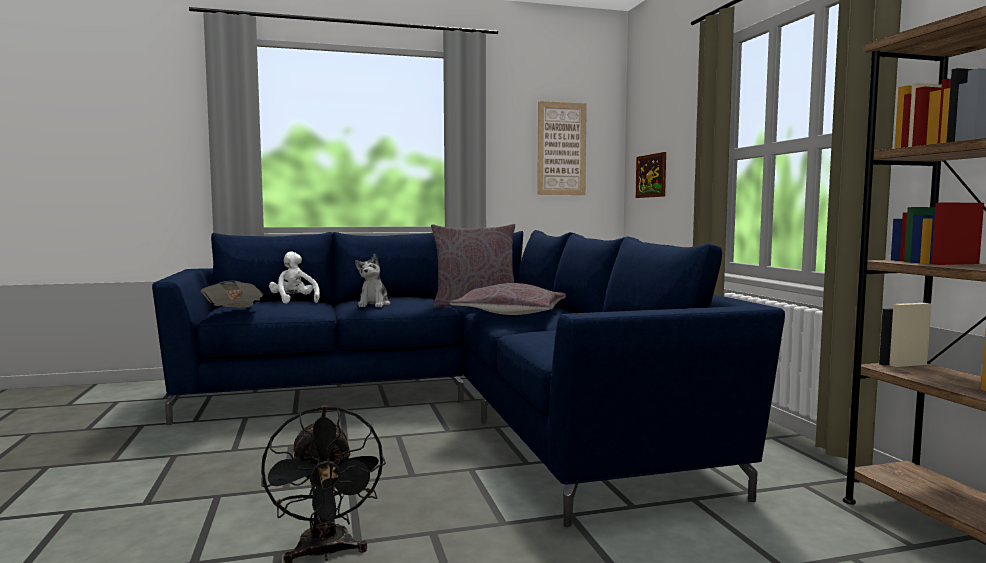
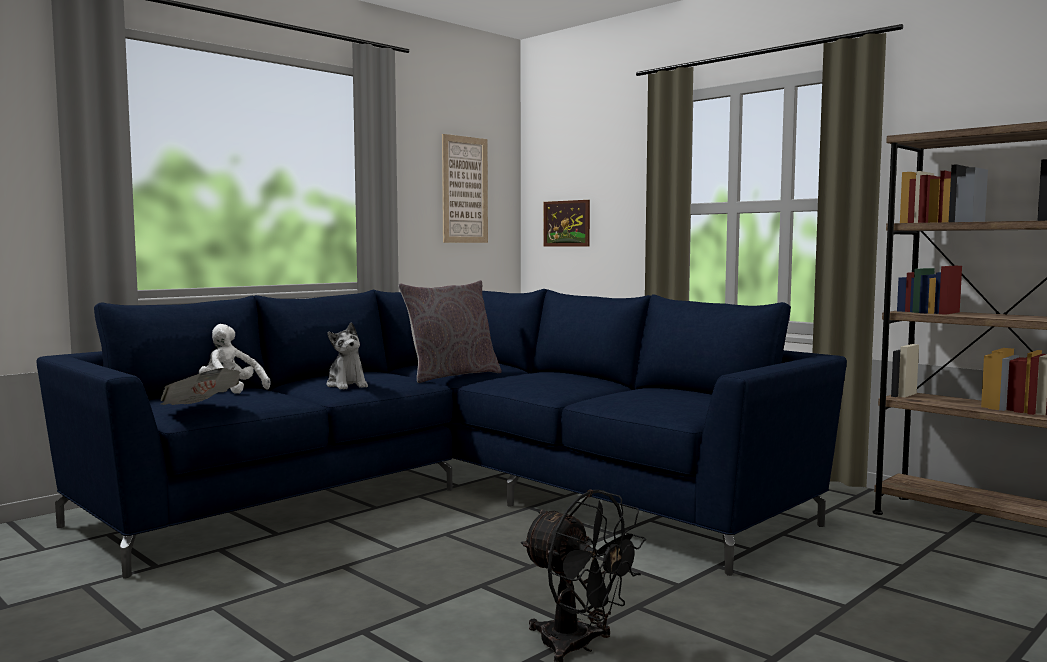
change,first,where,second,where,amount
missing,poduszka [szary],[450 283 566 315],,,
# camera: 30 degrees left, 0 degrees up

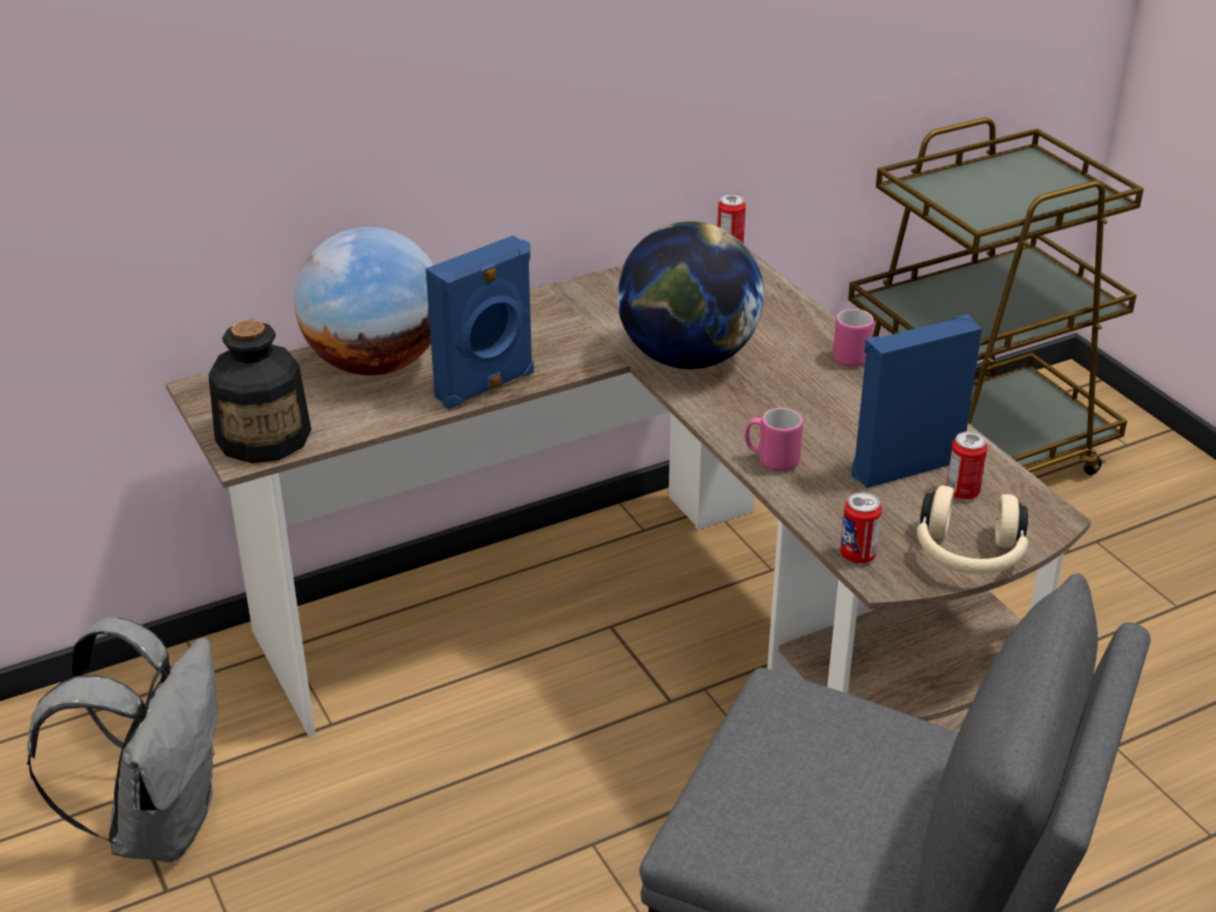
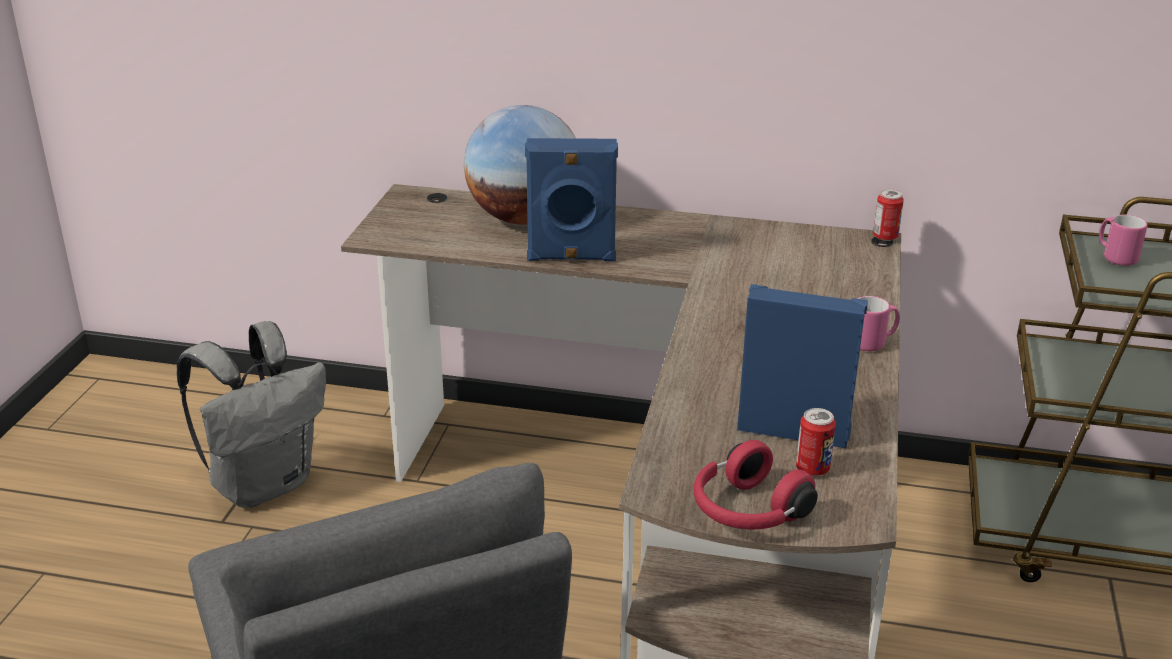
change,first,where,second,where,amount
missing,globus,[617 221 764 369],,,
missing,butelka,[208 320 311 463],,,
relocated,kubek [różowy],[745 408 803 471],,[1099 215 1147 266],
colour,słuchawki [beżowy],[917 486 1028 574],słuchawki [czerwony],[693 440 818 530],
missing,puszka,[840 492 882 563],,,
# camera: 40 degrees right, 5 degrees down

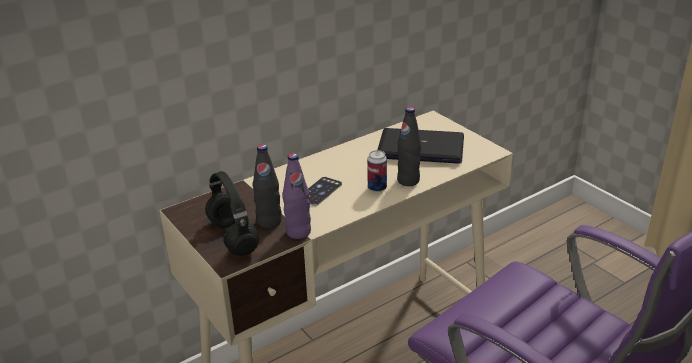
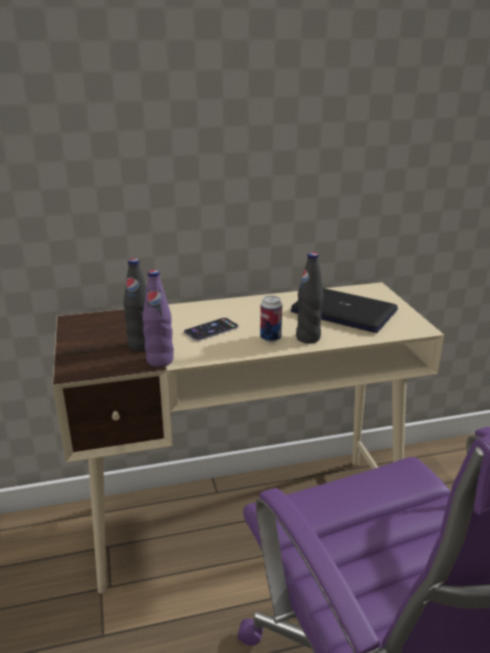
change,first,where,second,where,amount
missing,słuchawki [czarny],[205 171 259 256],,,
# camera: 20 degrees right, 5 degrees down

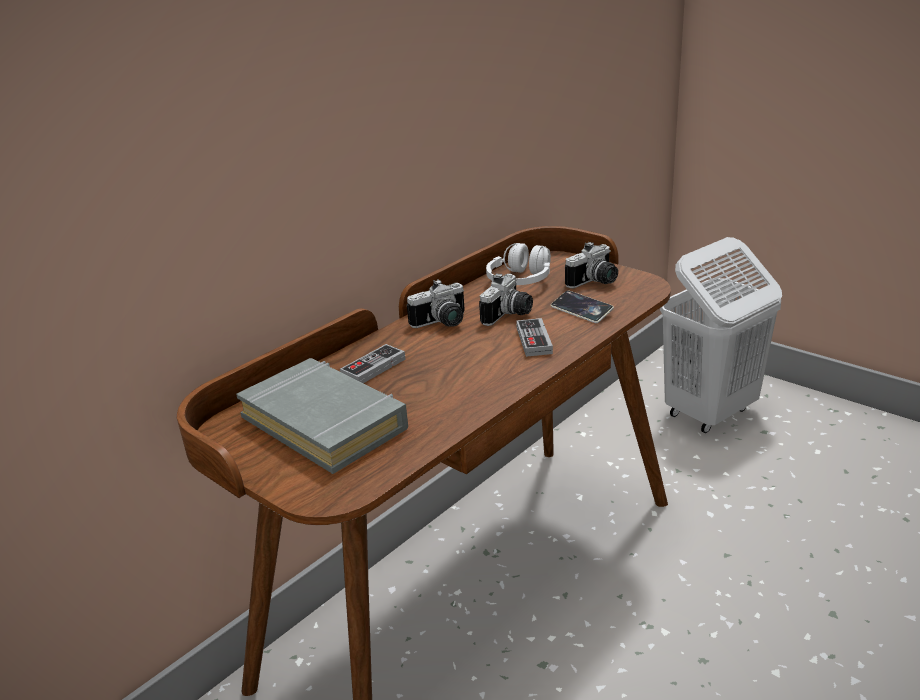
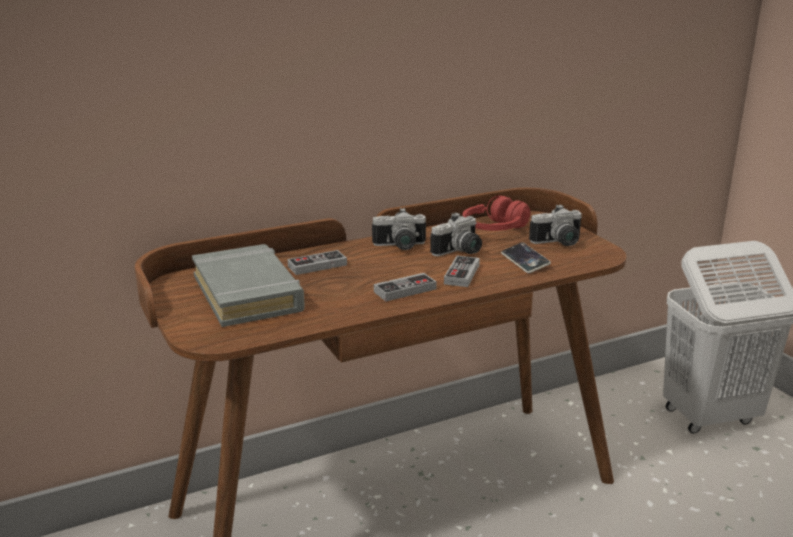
change,first,where,second,where,amount
colour,słuchawki [biały],[486 243 551 285],słuchawki [czerwony],[463 195 531 231],
appeared,,,pad do gier,[374 273 437 301],
# camera: 20 degrees right, 5 degrees down

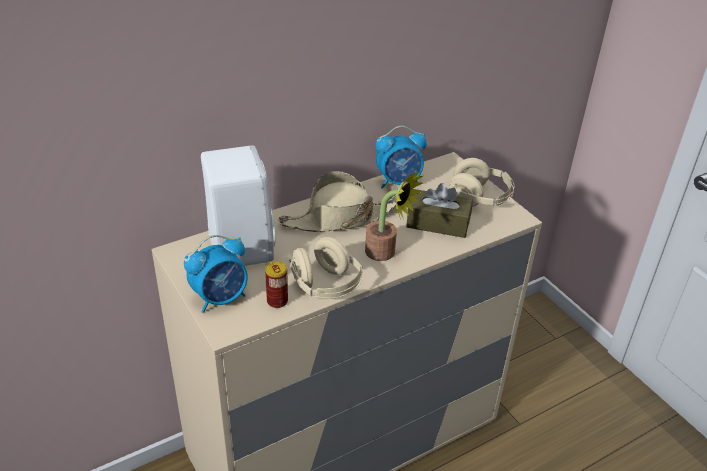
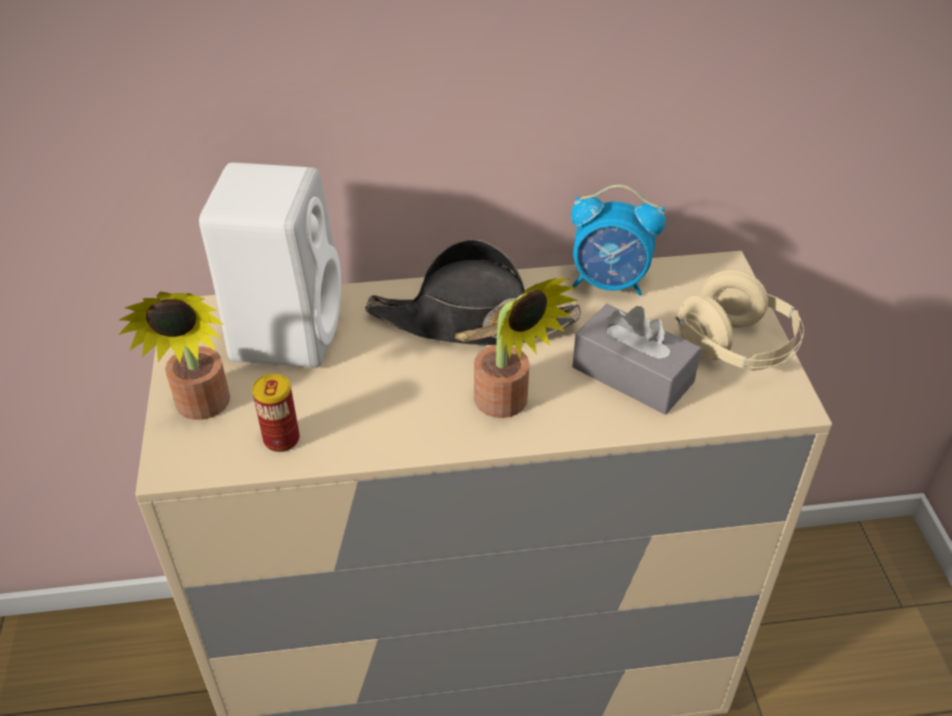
change,first,where,second,where,amount
colour,kapelusz [beżowy],[279 171 396 232],kapelusz [czarny],[365 239 581 345],
colour,pudełko chusteczek [brązowy],[406 183 473 238],pudełko chusteczek [szary],[572 304 701 415],
exchanged,budzik,[184 235 248 313],roślina doniczkowa,[118 292 230 420],
missing,słuchawki [beżowy],[289 237 363 299],,,
# camera: 25 degrees right, 5 degrees up

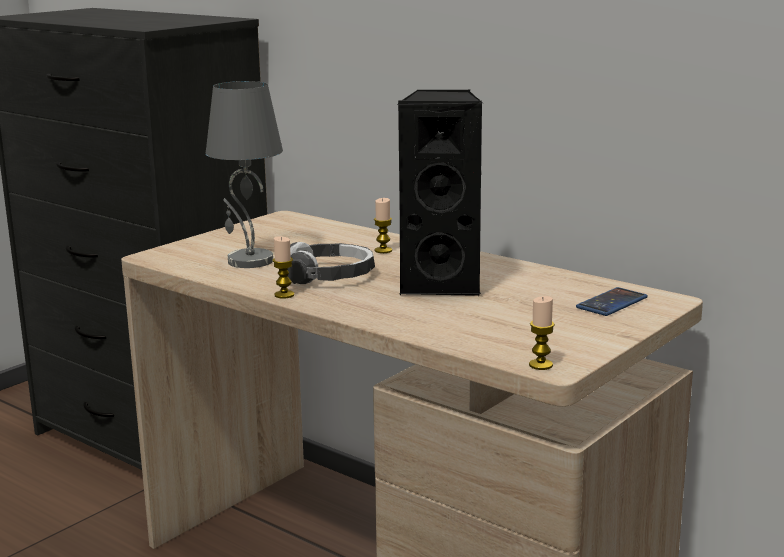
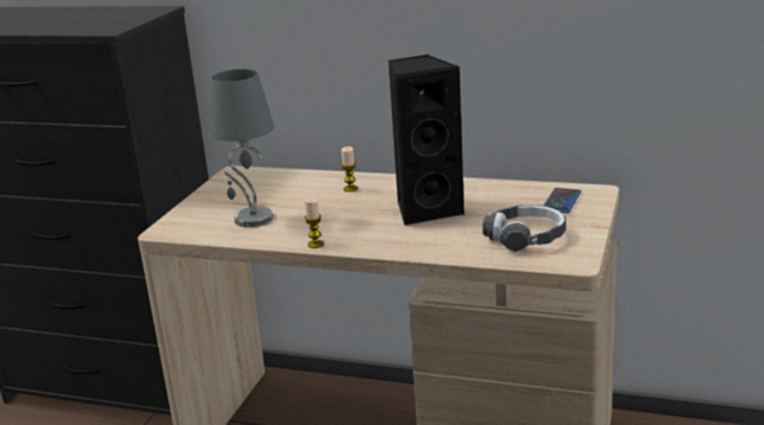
change,first,where,second,where,amount
relocated,słuchawki,[287 242 375 284],,[483 205 566 252],
missing,świeca,[529 296 555 370],,,
# camera: 20 degrees left, 5 degrees up

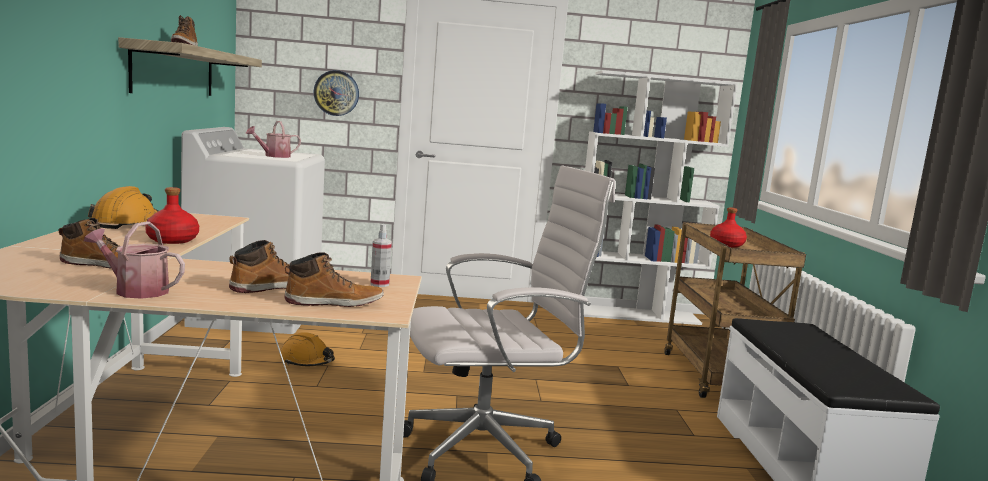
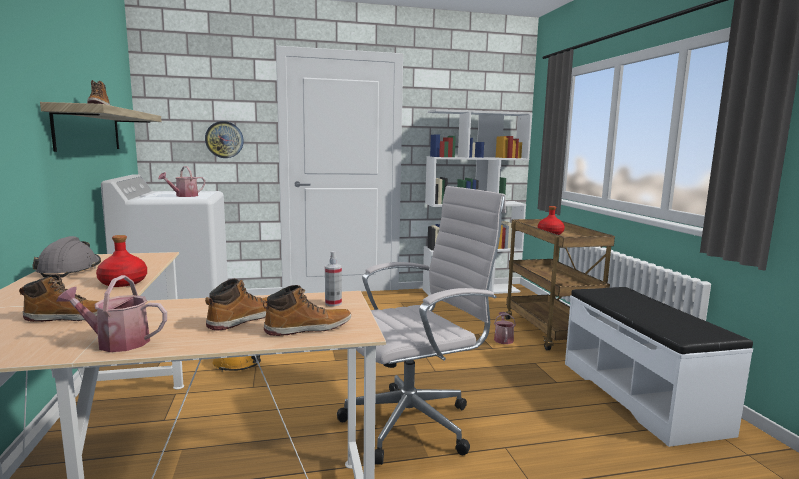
change,first,where,second,where,amount
colour,kask [pomarańczowy],[88 186 158 229],kask [szary],[32 236 101 278],
appeared,,,konewka,[494 312 516 344],
# camera: 10 degrees left, 0 degrees up

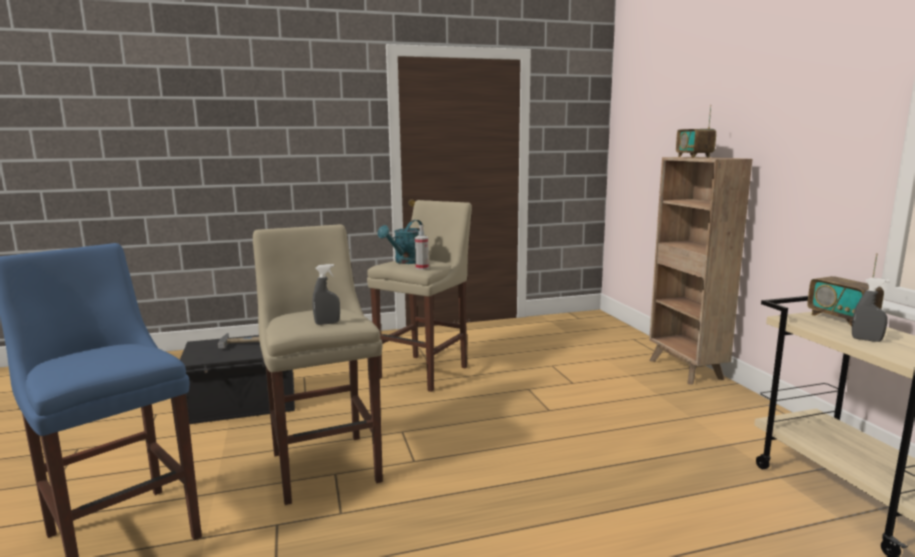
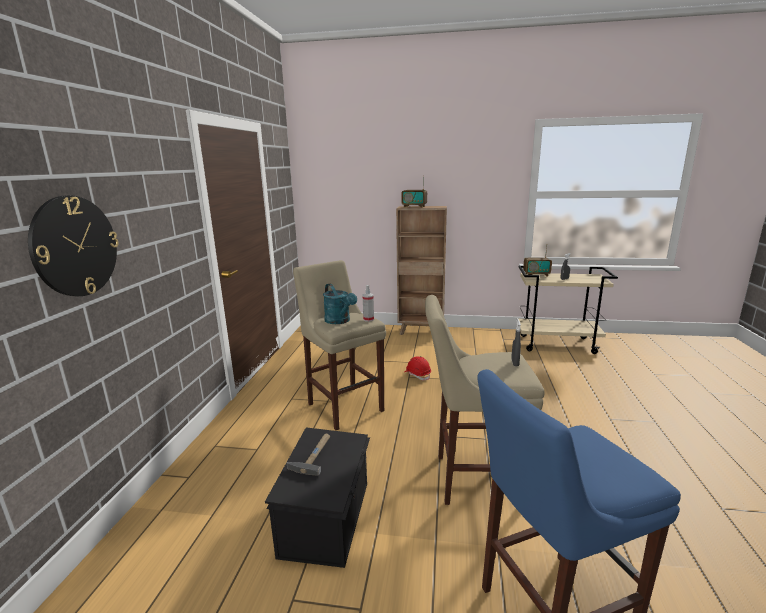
change,first,where,second,where,amount
appeared,,,zegar ścienny,[28 195 119 296],
appeared,,,kask [czerwony],[404 356 431 380],
# camera: 65 degrees left, 5 degrees up

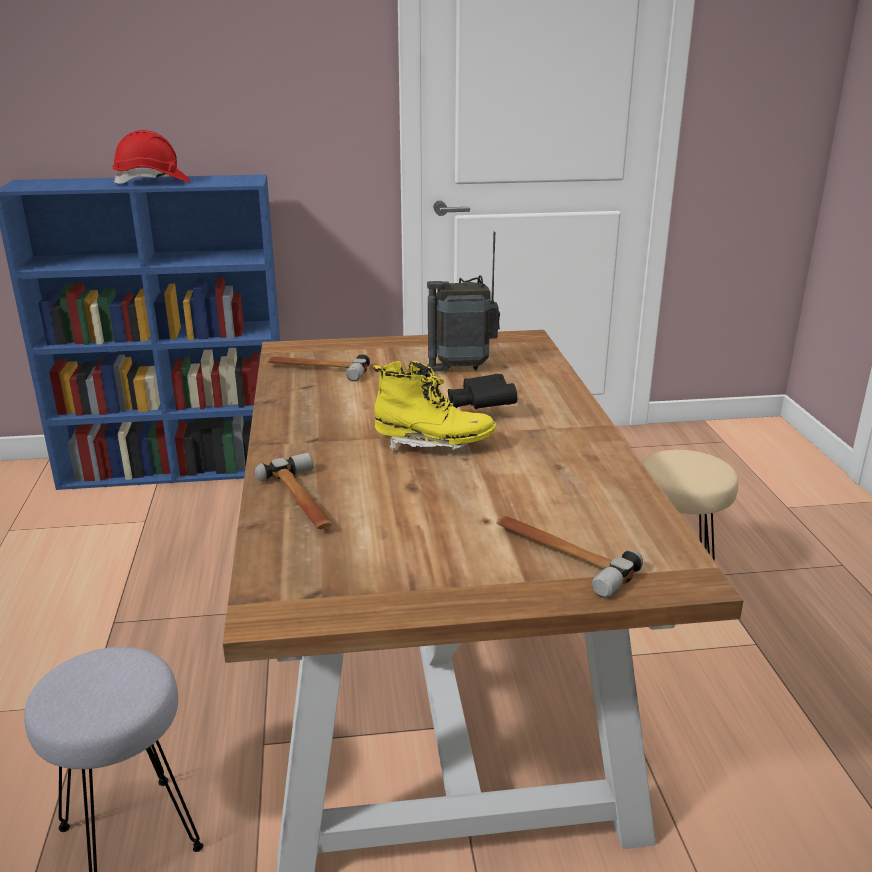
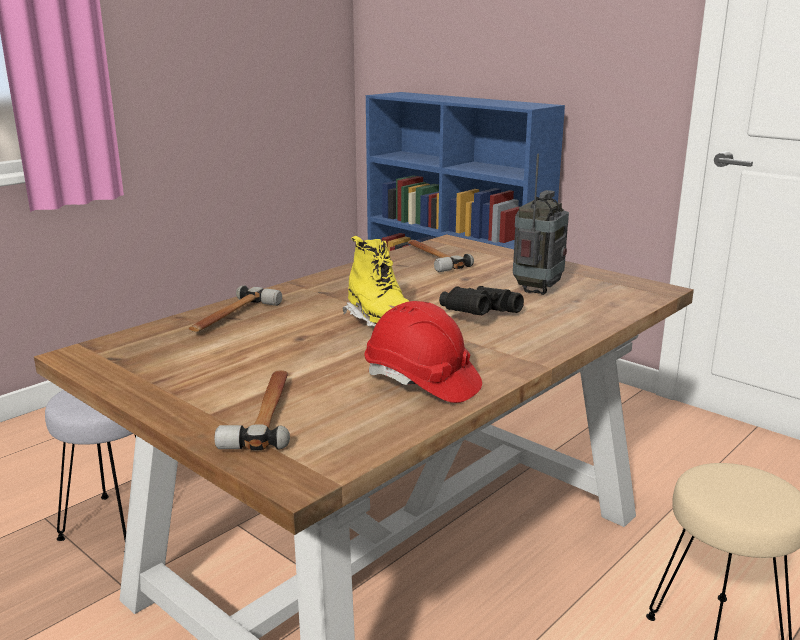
change,first,where,second,where,amount
relocated,kask [czerwony],[112 130 190 185],,[365 301 482 403],
spun,radio,[427 232 500 372],,[513 154 569 295],75 degrees clockwise
# camera: 50 degrees right, 5 degrees down

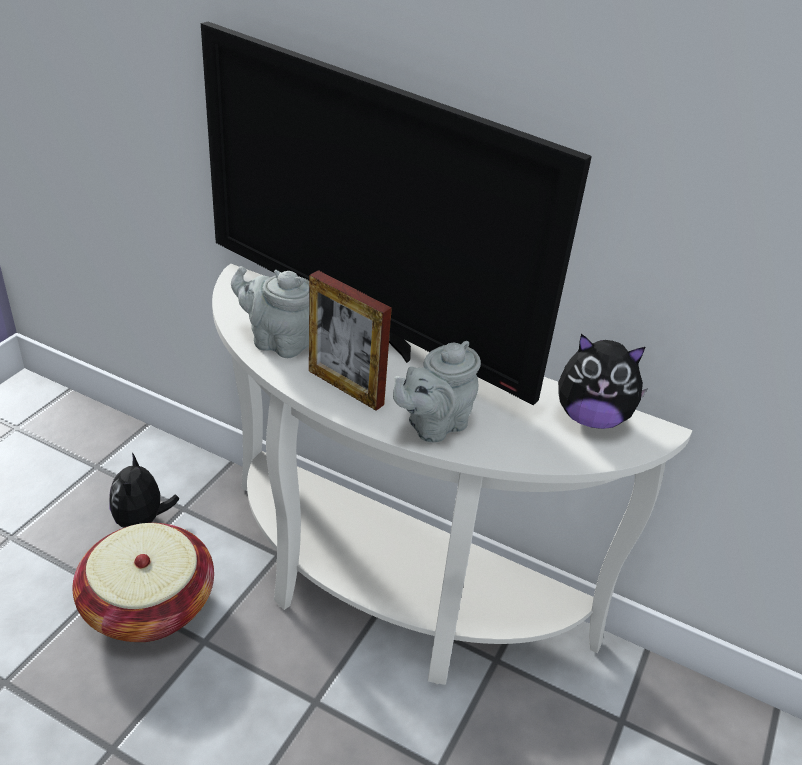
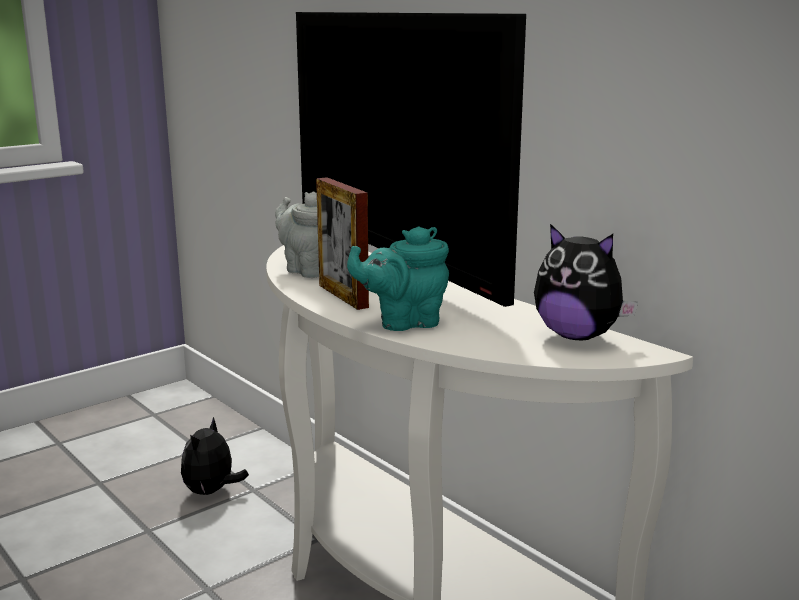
change,first,where,second,where,amount
colour,imbryk [szary],[393 341 481 443],imbryk [turkusowy],[347 226 449 331],
missing,koszyk,[73 523 214 642],,,
# camera: 25 degrees right, 20 degrees down

